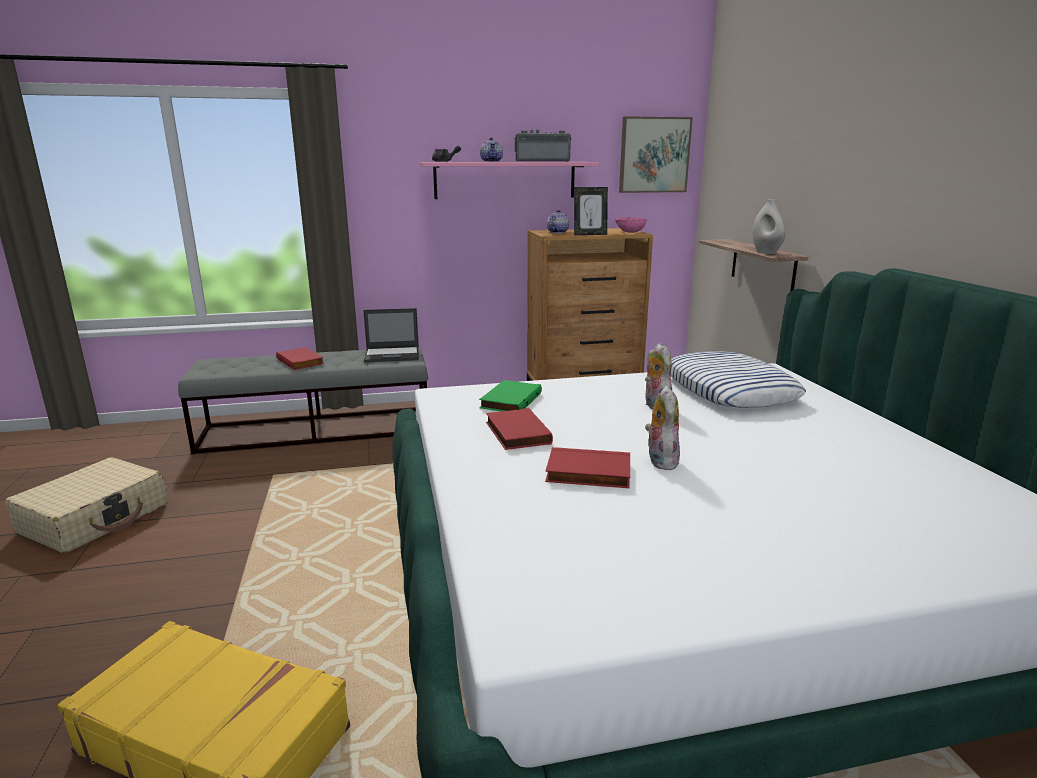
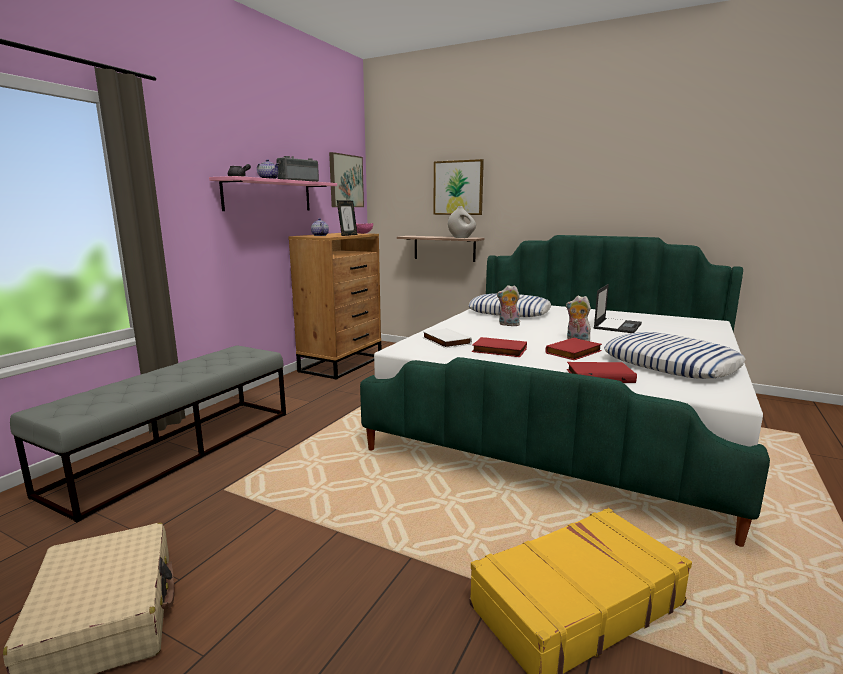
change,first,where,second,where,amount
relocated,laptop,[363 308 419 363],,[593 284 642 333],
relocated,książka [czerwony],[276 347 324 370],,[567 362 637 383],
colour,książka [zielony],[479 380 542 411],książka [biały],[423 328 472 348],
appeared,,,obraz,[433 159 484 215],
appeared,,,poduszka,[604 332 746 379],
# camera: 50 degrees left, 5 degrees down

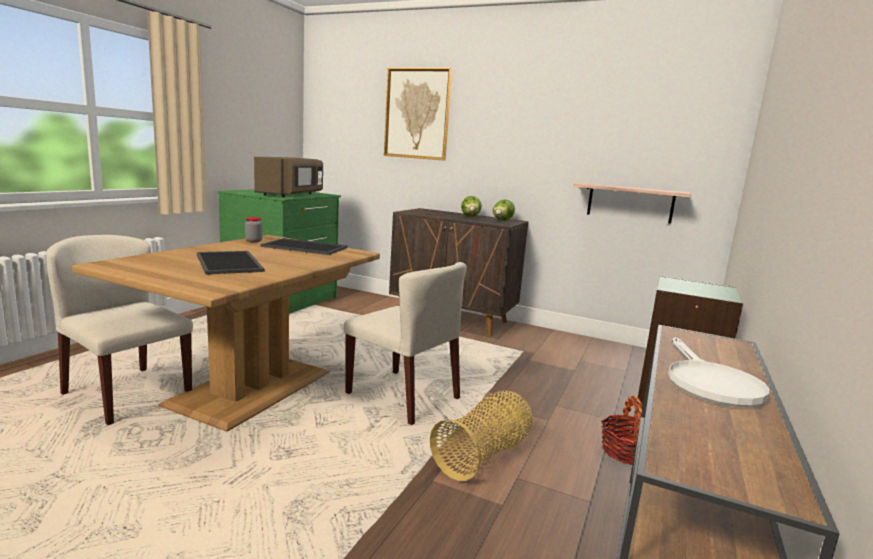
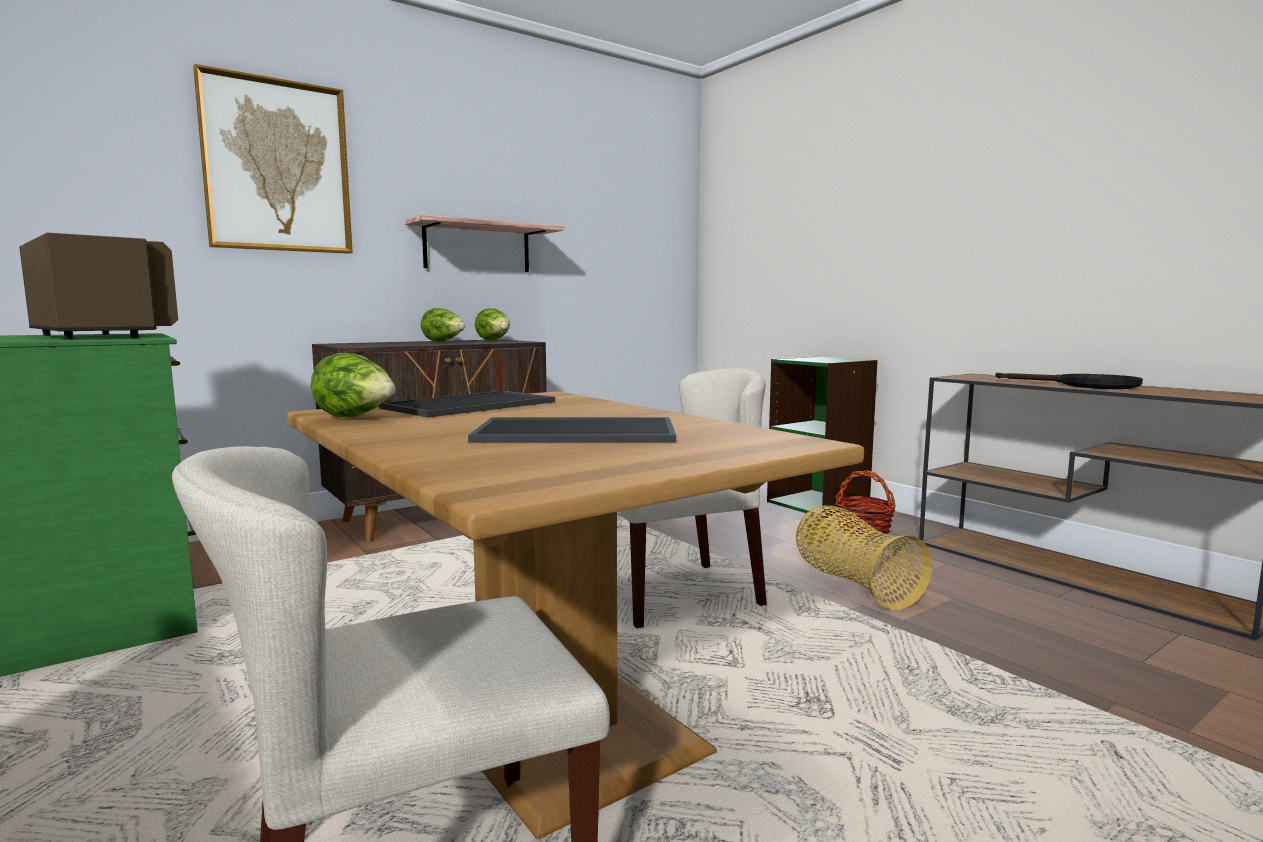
change,first,where,second,where,amount
relocated,półka,[573 183 691 223],,[405 215 564 272],
exchanged,słoik,[245 217 262 242],sałata,[311 353 395 417],
colour,patelnia [biały],[668 337 769 407],patelnia [czarny],[996 373 1143 389],
# camera: 60 degrees left, 5 degrees down

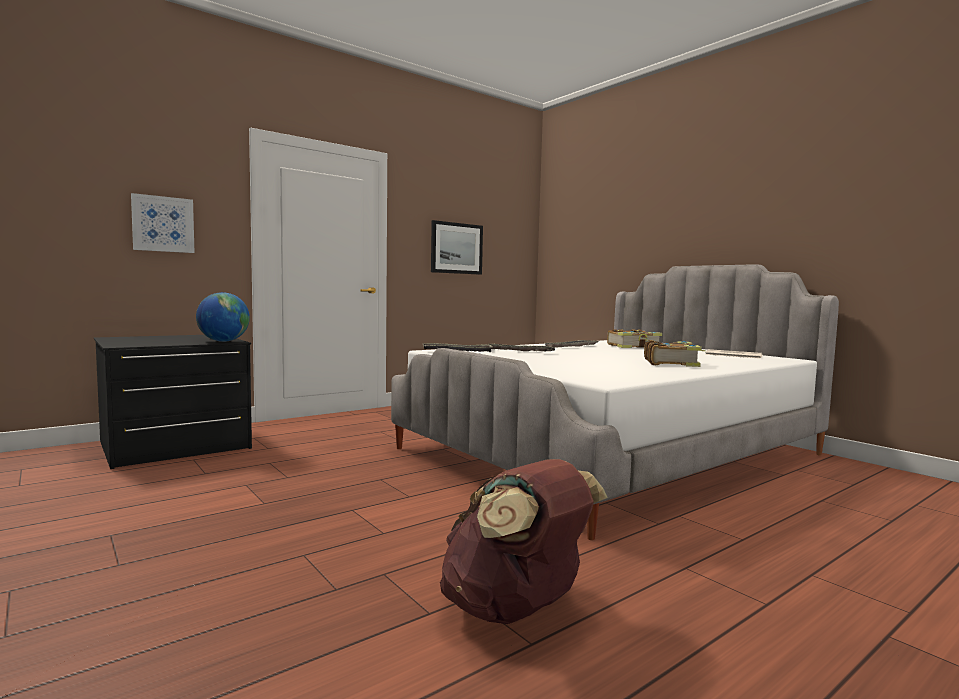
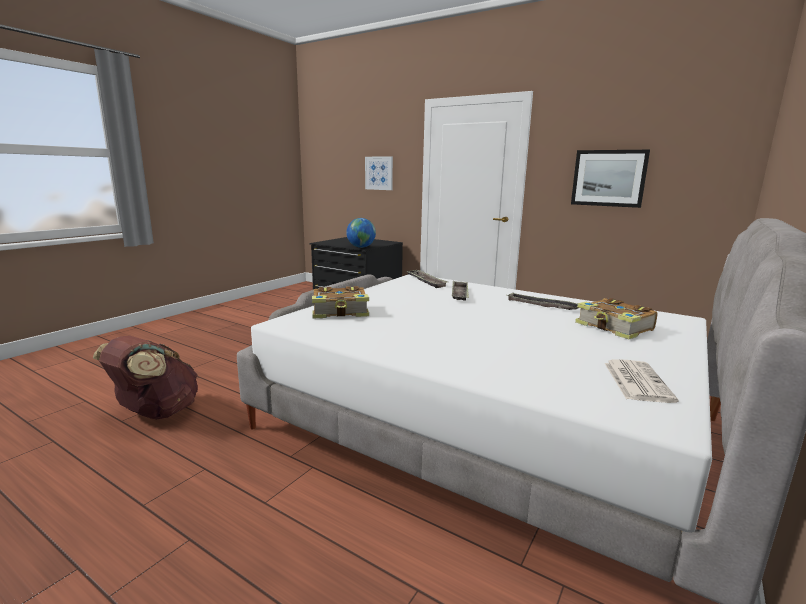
change,first,where,second,where,amount
relocated,książka,[644 340 706 367],,[312 286 369 319],
# camera: 70 degrees right, 10 degrees up

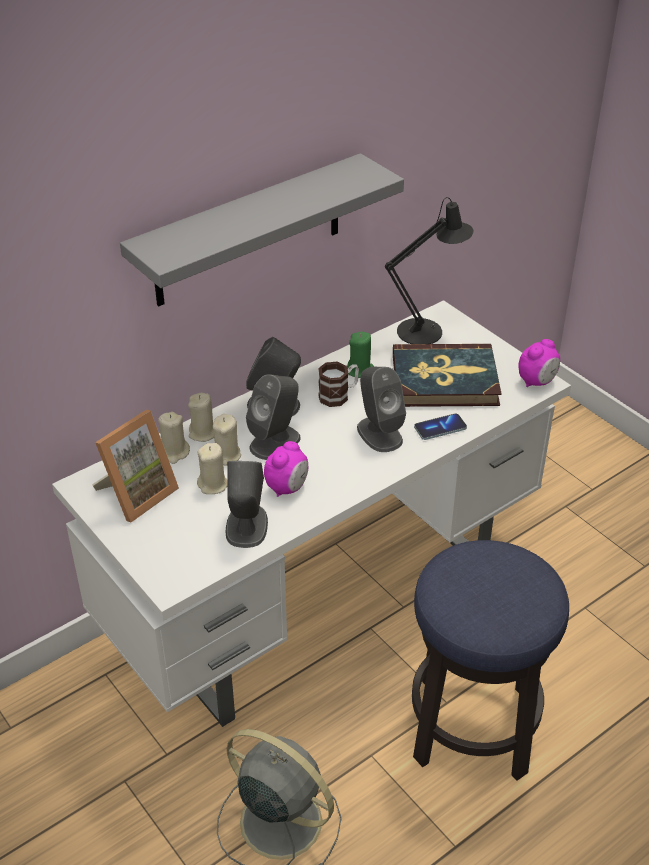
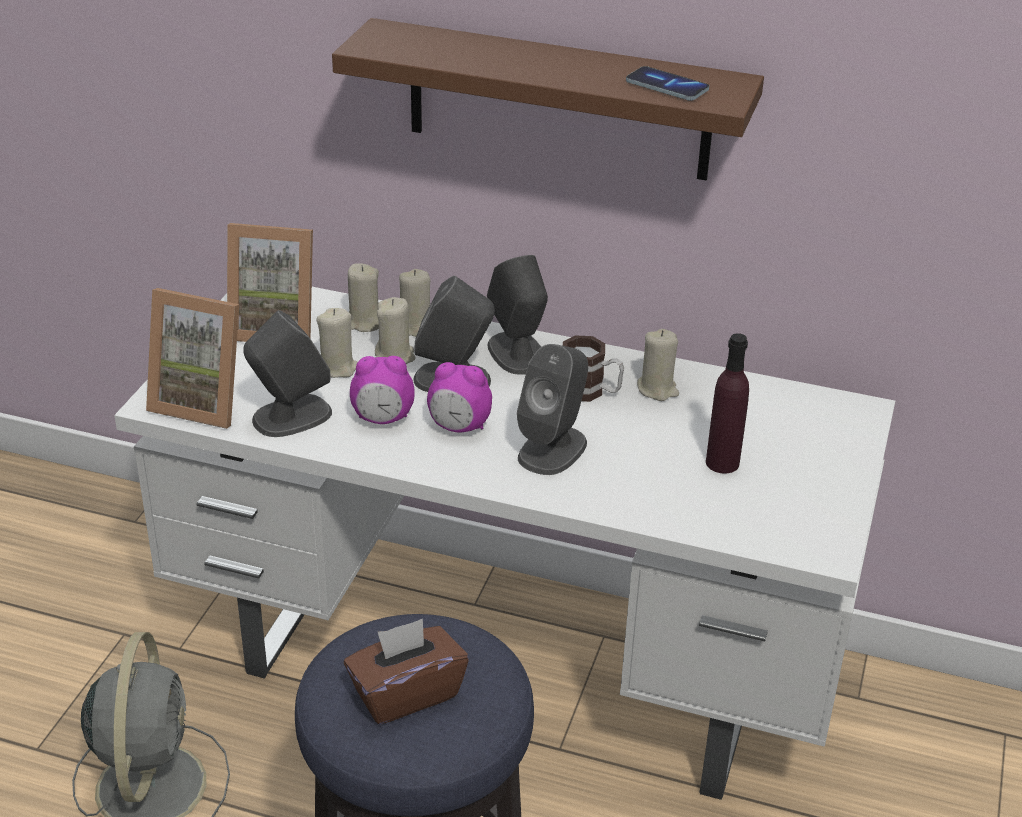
change,first,where,second,where,amount
colour,półka [szary],[120 153 404 306],półka [brązowy],[332 18 764 180],
missing,lampa stołowa [czarny],[385 197 473 344],,,
colour,świeca [zielony],[347 332 374 378],świeca [beżowy],[637 329 679 401],
relocated,budzik,[518 339 560 387],,[427 362 492 433],
exchanged,książka,[393 344 502 407],butelka [fioletowy],[706 333 749 474],
relocated,telefon,[414 414 467 440],,[626 66 709 101],
appeared,,,ramka na zdjęcie,[146 288 239 429],
appeared,,,pudełko chusteczek [brązowy],[344 619 469 724],
# camera: 55 degrees right, 5 degrees down

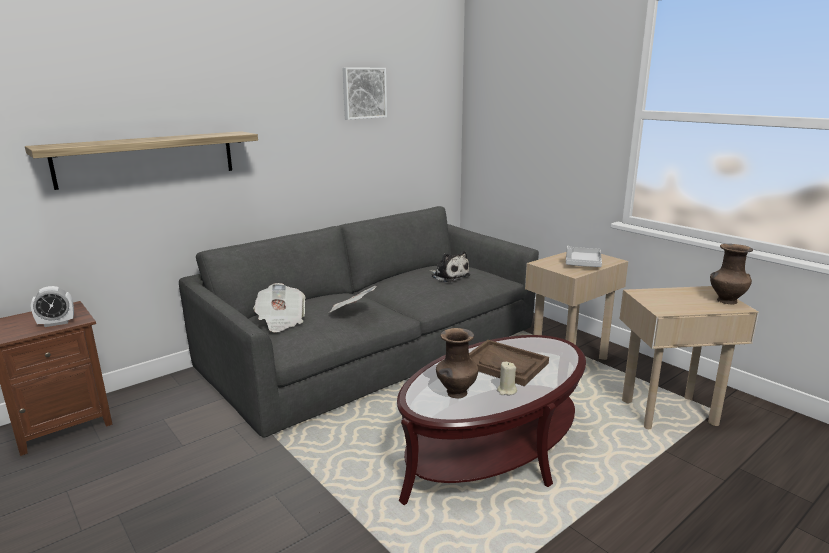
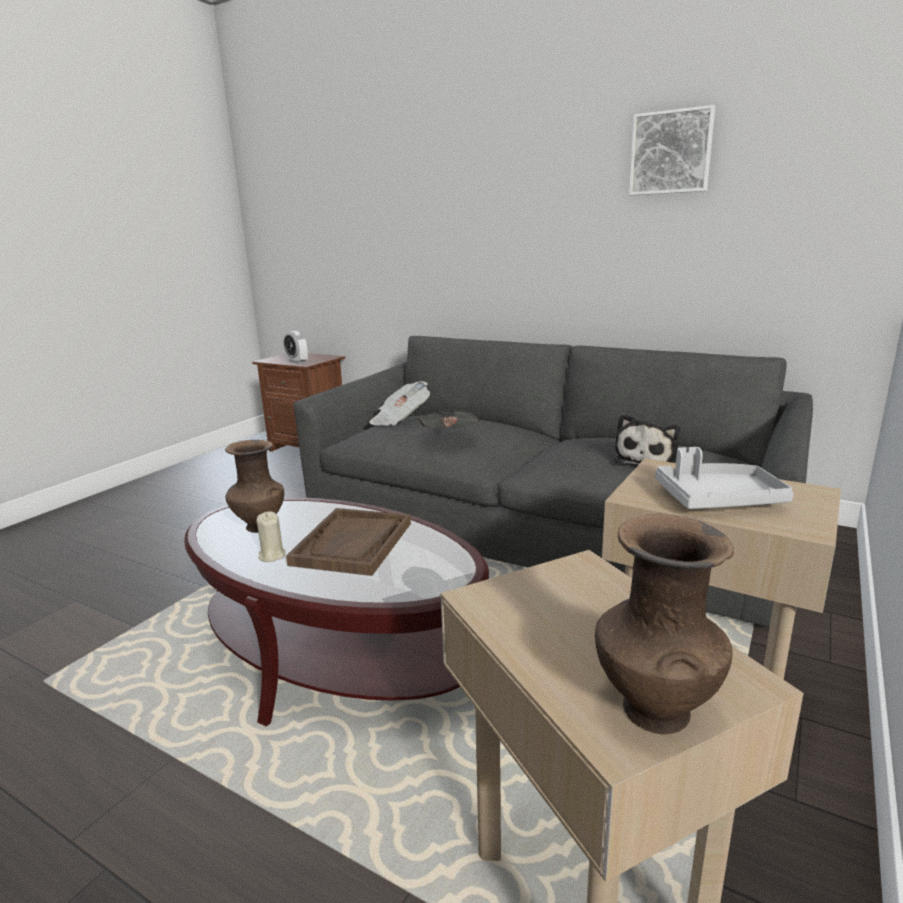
change,first,where,second,where,amount
missing,półka,[25 131 258 190],,,
# camera: 70 degrees right, 0 degrees up

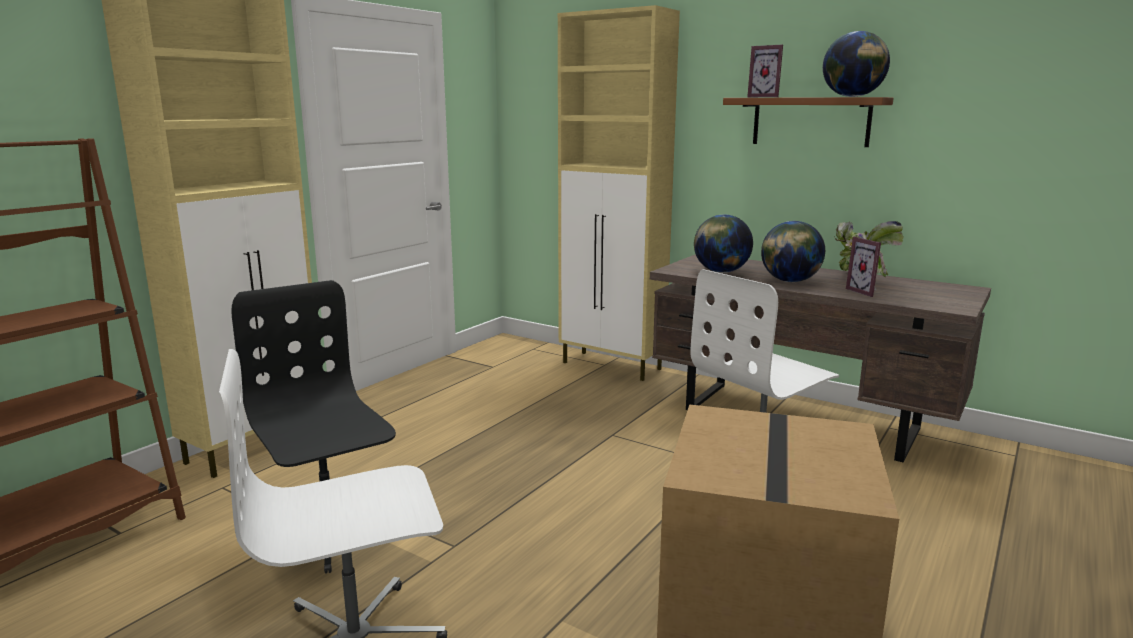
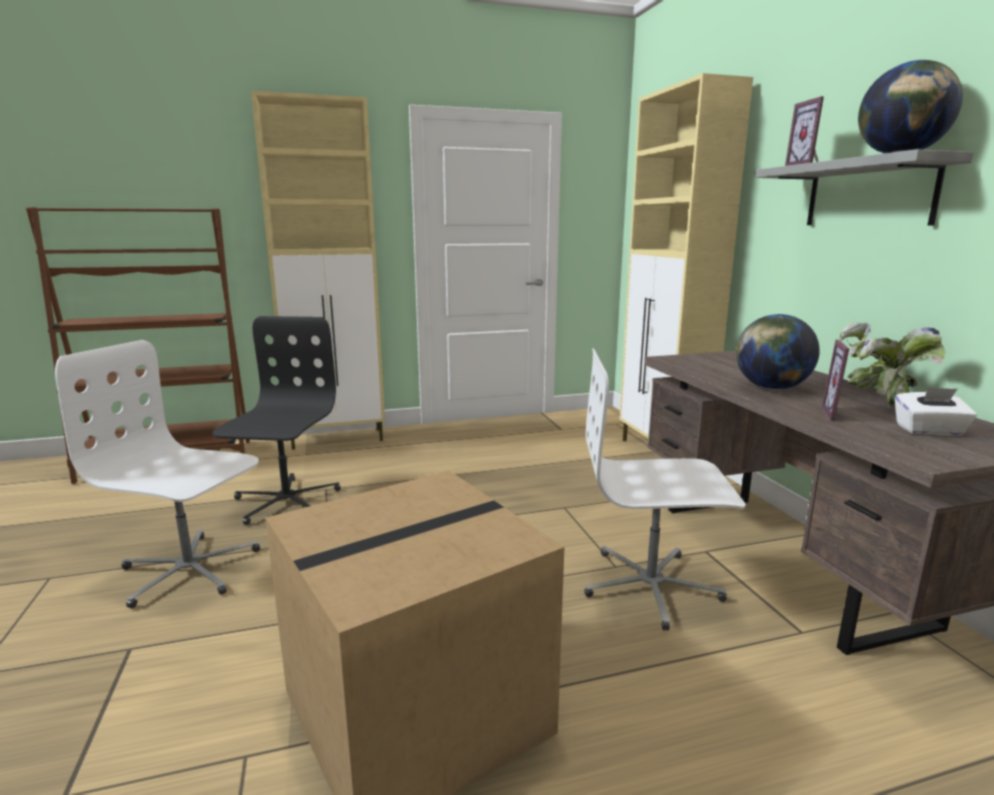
change,first,where,second,where,amount
colour,półka [brązowy],[723 97 894 147],półka [szary],[755 149 974 225],
missing,globus,[694 214 753 273],,,
appeared,,,pudełko chusteczek [biały],[895 387 977 436],
# camera: 40 degrees right, 0 degrees up

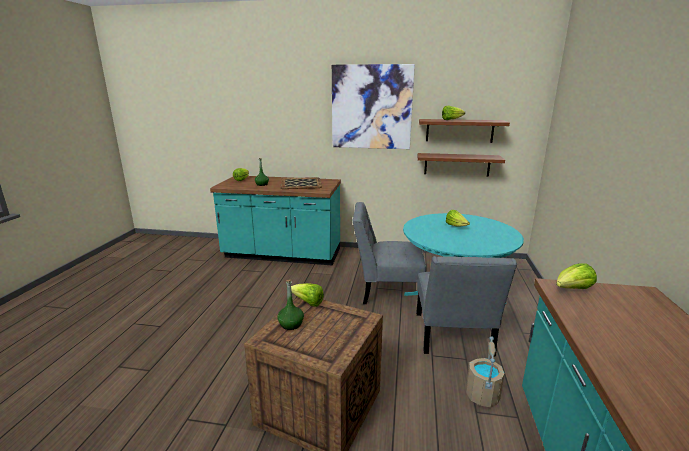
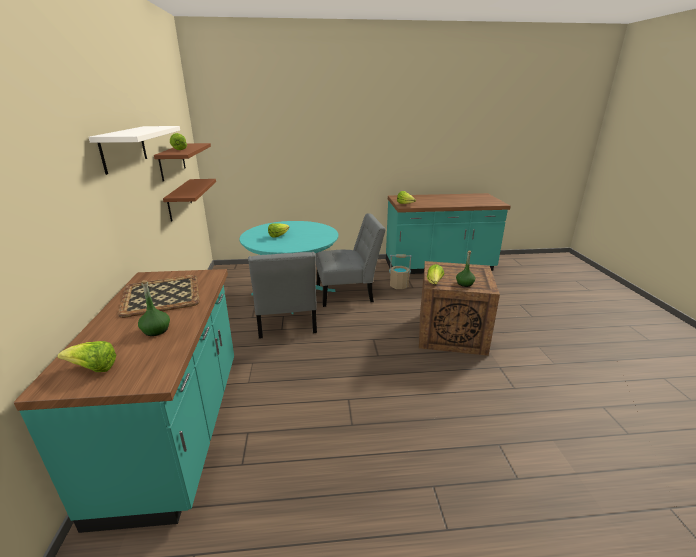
change,first,where,second,where,amount
exchanged,obraz,[332 64 415 149],półka [biały],[89 126 180 175],
# camera: 105 degrees left, 5 degrees up

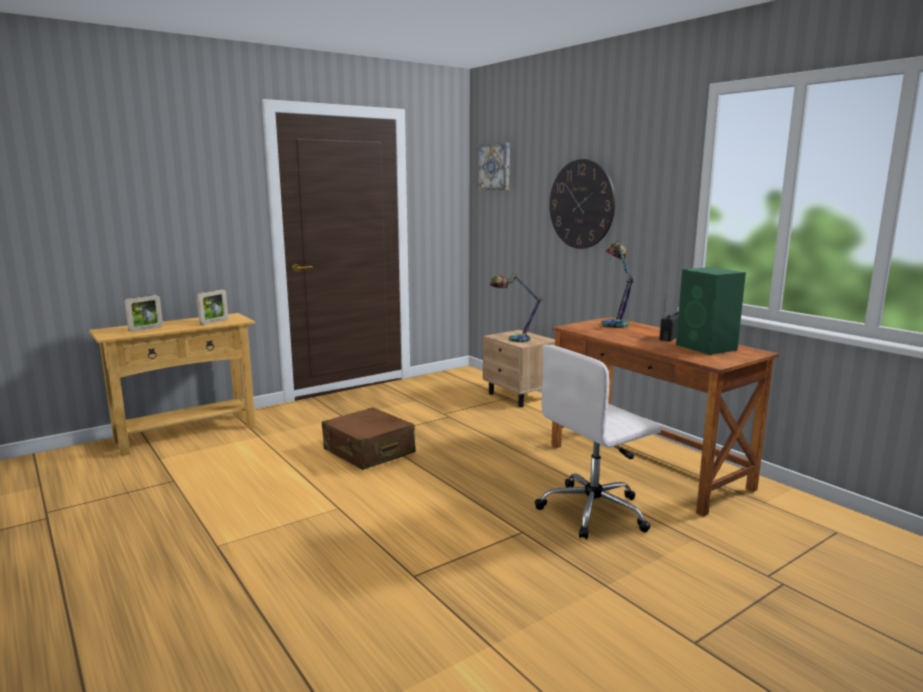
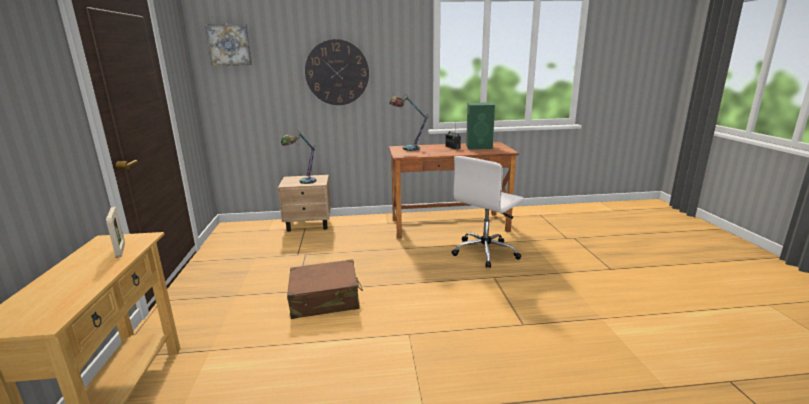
change,first,where,second,where,amount
missing,ramka na zdjęcie,[125 295 163 332],,,
spun,krzesło biurowe [biały],[535 345 661 539],,[451 156 524 268],45 degrees clockwise
# camera: 60 degrees left, 5 degrees up

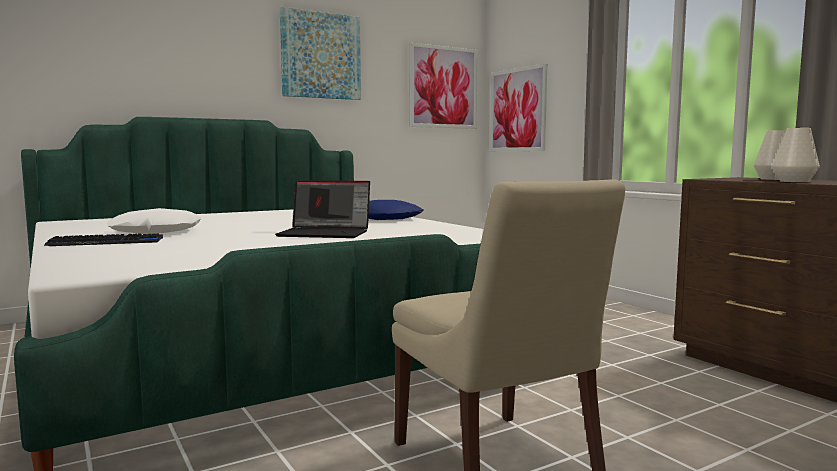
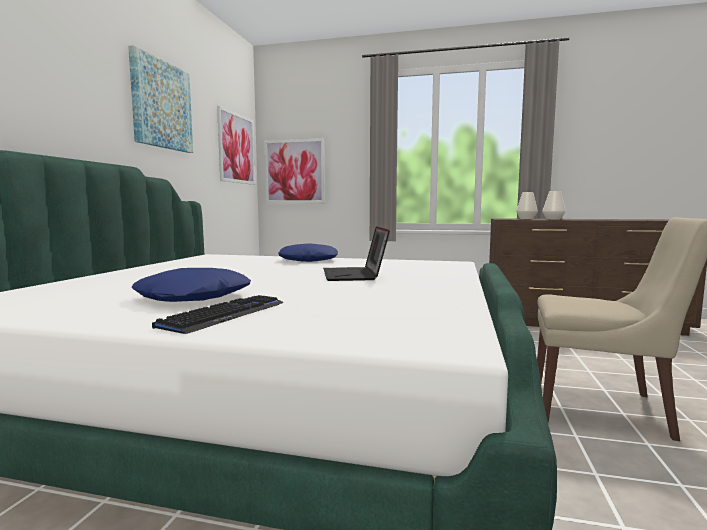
change,first,where,second,where,amount
spun,laptop,[275 180 370 238],,[323 227 390 281],120 degrees clockwise
colour,poduszka [biały],[107 208 201 234],poduszka [niebieski],[132 268 251 302],
# camera: 45 degrees left, 0 degrees up

